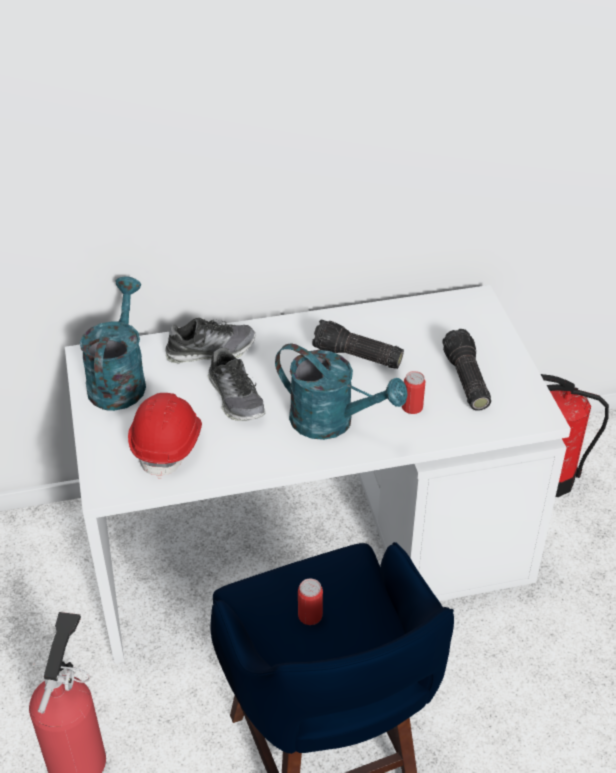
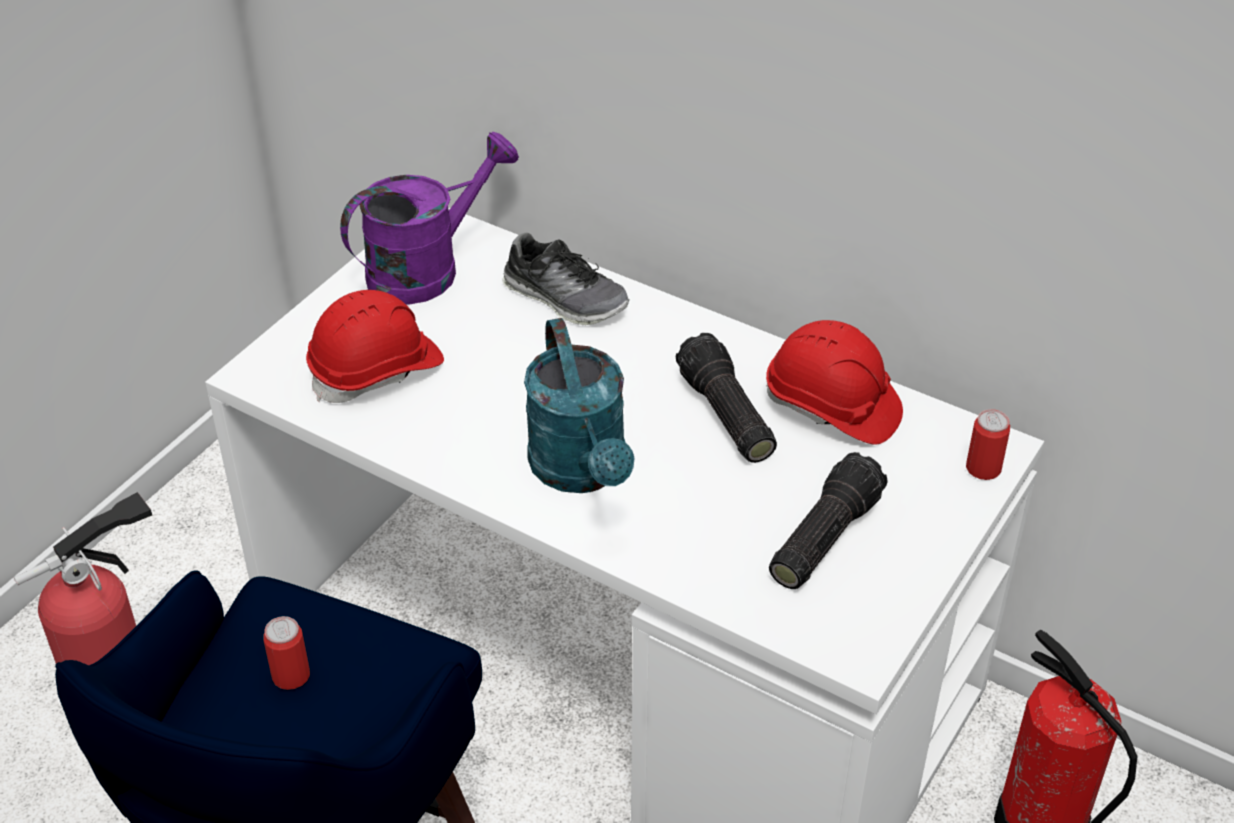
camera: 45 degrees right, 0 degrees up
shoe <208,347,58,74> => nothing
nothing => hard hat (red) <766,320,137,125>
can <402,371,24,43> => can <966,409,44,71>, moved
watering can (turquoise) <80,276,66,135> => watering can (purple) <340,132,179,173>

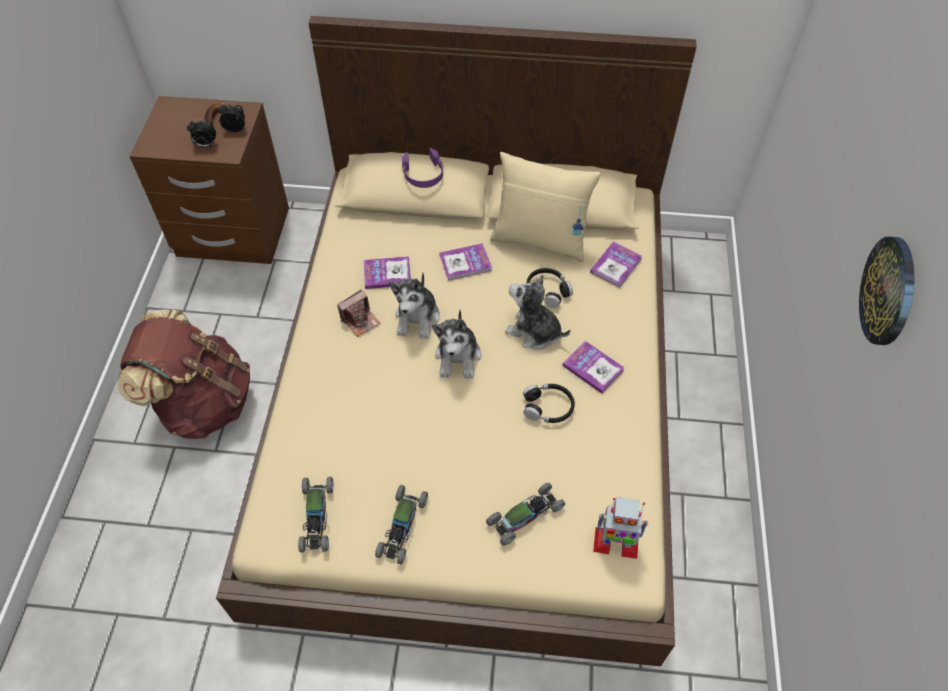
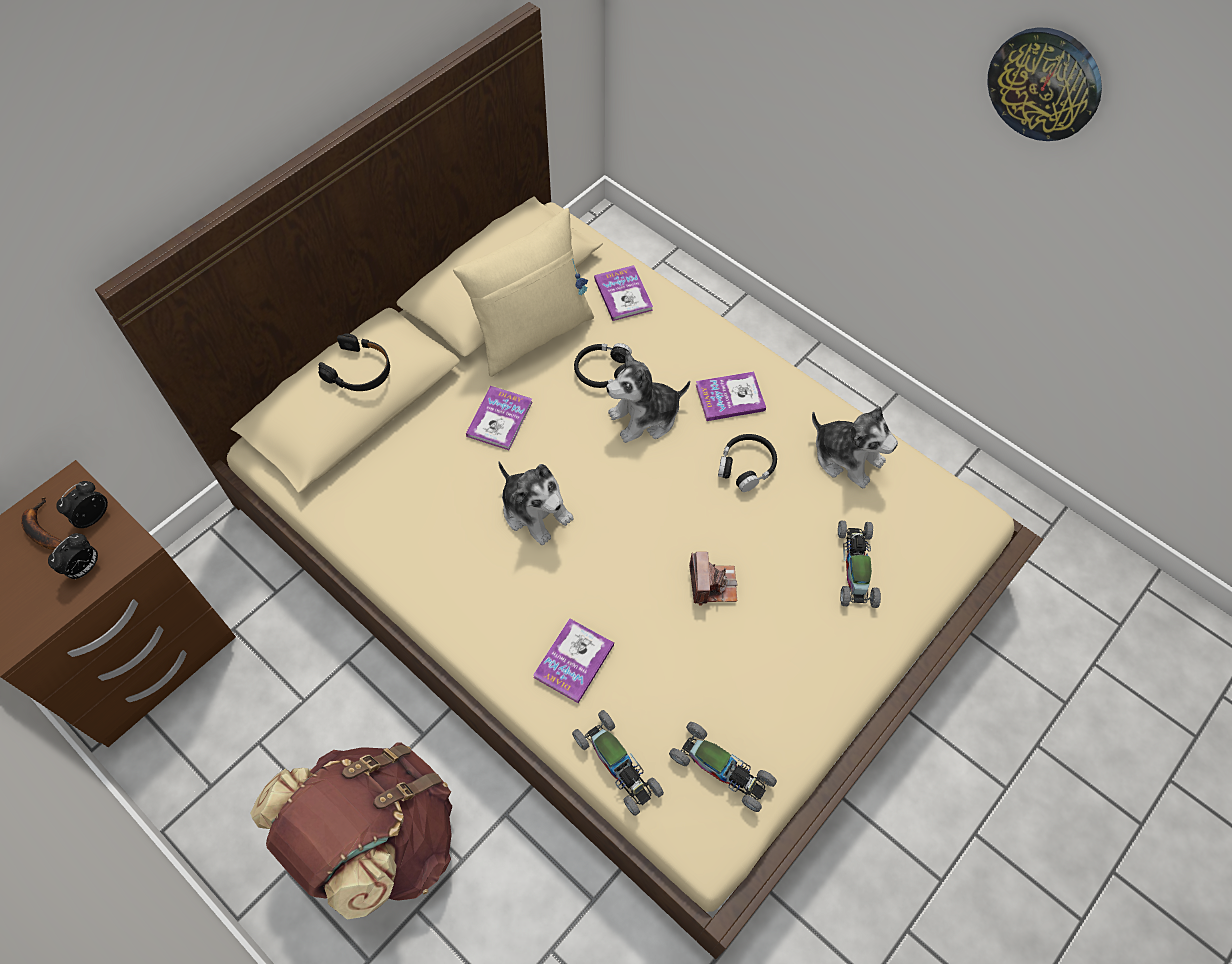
camera: 55 degrees left, 5 degrees up
toy robot <593,497,55,62> => nothing
photo camera <337,290,43,47> => photo camera <689,552,48,54>, moved
book <364,256,47,33> => book <533,618,81,85>, moved
toy car <375,485,53,79> => toy car <572,710,92,106>, moved
plush toy <432,310,49,69> => plush toy <812,407,86,81>, moved
headphones (purple) <402,148,41,40> => headphones (black) <318,333,72,58>

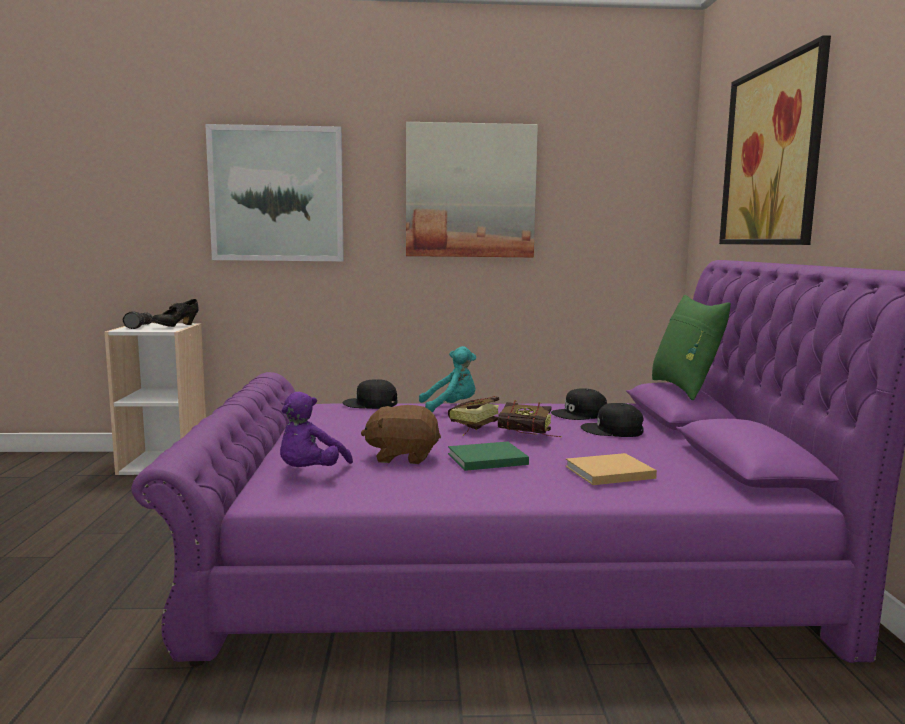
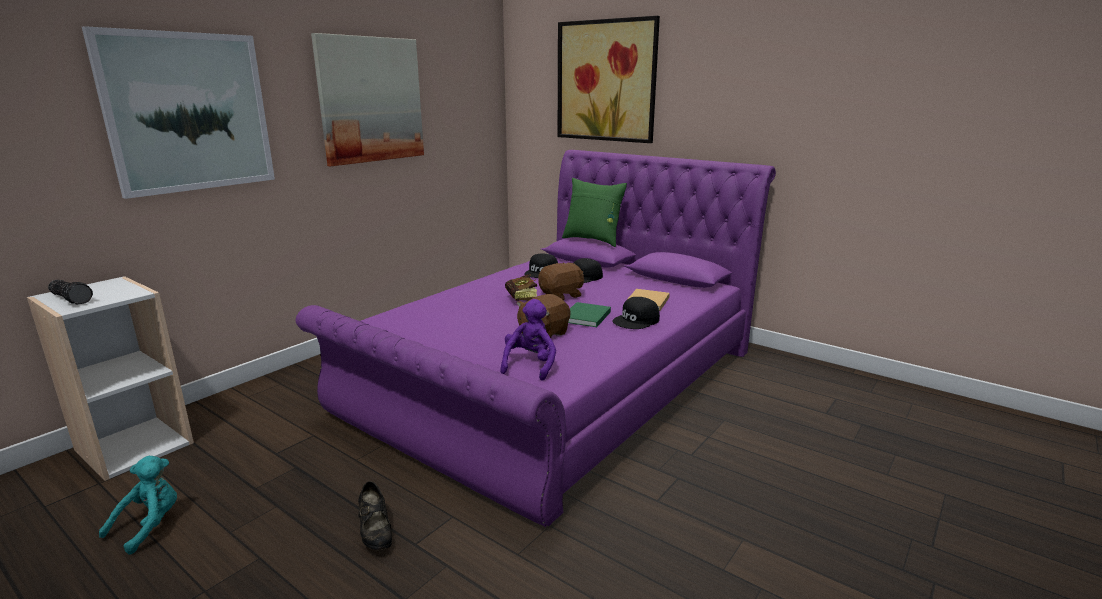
camera: 50 degrees left, 10 degrees up
shoe (black) <151,299,48,28> => shoe (black) <358,481,34,69>, moved
cap (black) <343,379,54,30> => cap (black) <612,297,48,32>, moved
plush toy (turquoise) <419,346,57,66> => plush toy (turquoise) <99,456,78,99>, moved
book <498,400,64,38> => plush toy (brown) <538,263,46,37>
plush toy (purple) <280,392,73,75> => plush toy (purple) <500,299,56,82>, 135 degrees counterclockwise

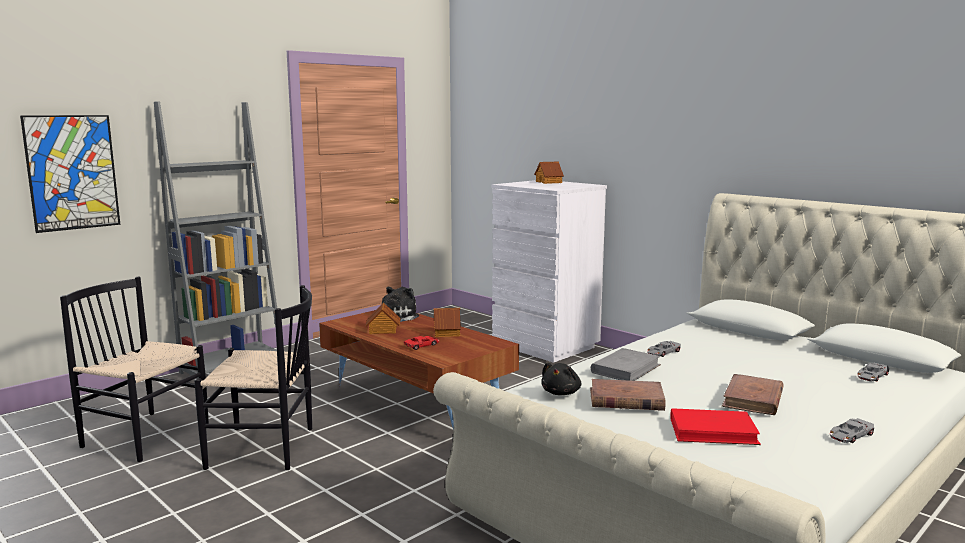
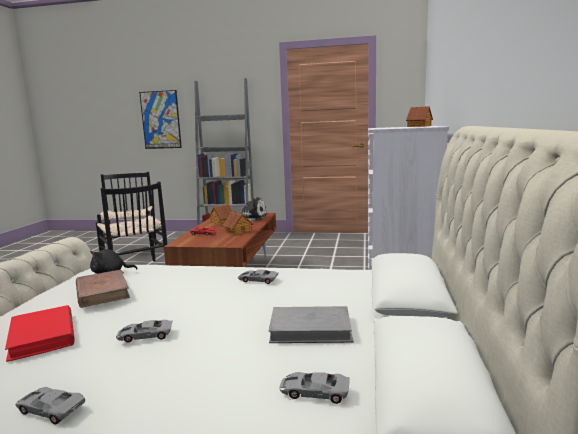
camera: 55 degrees right, 0 degrees up
book (grey) <591,348,70,33> => book (grey) <268,306,86,37>, moved
book (brown) <722,374,62,41> => toy car (grey) <116,320,57,22>

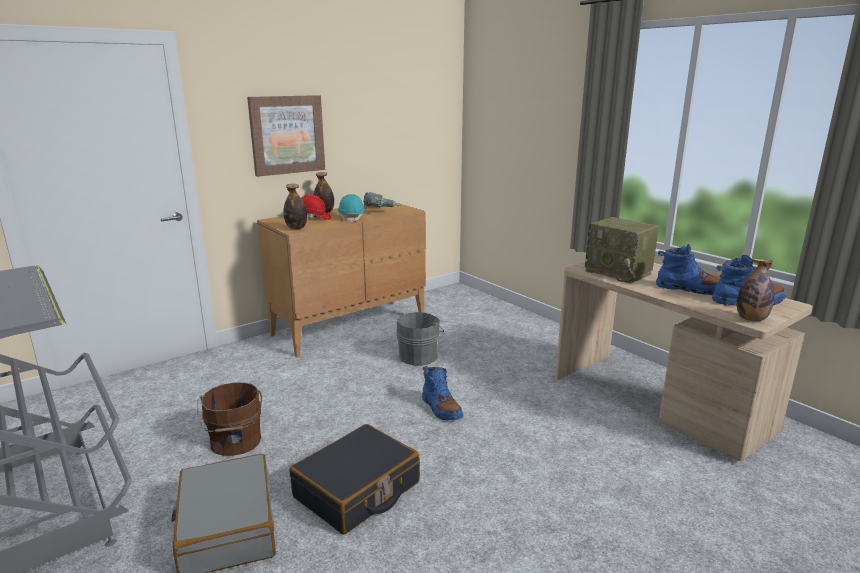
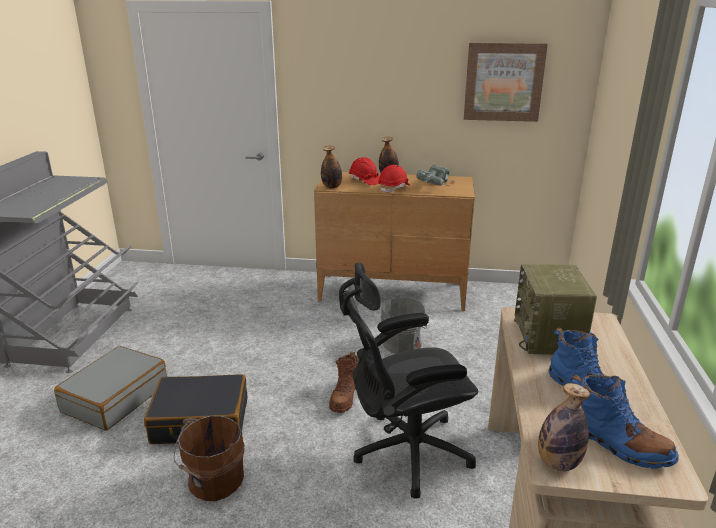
camera: 45 degrees right, 5 degrees up
nothing => office chair <339,262,139,237>
bucket (brown) <197,382,65,74> => bucket (brown) <173,416,72,85>, moved
picture <247,95,78,82> => picture <464,42,84,80>, moved
hard hat (turquoise) <338,194,27,28> => hard hat (red) <378,165,33,28>
boot (blue) <422,366,41,55> => boot (brown) <329,352,30,61>

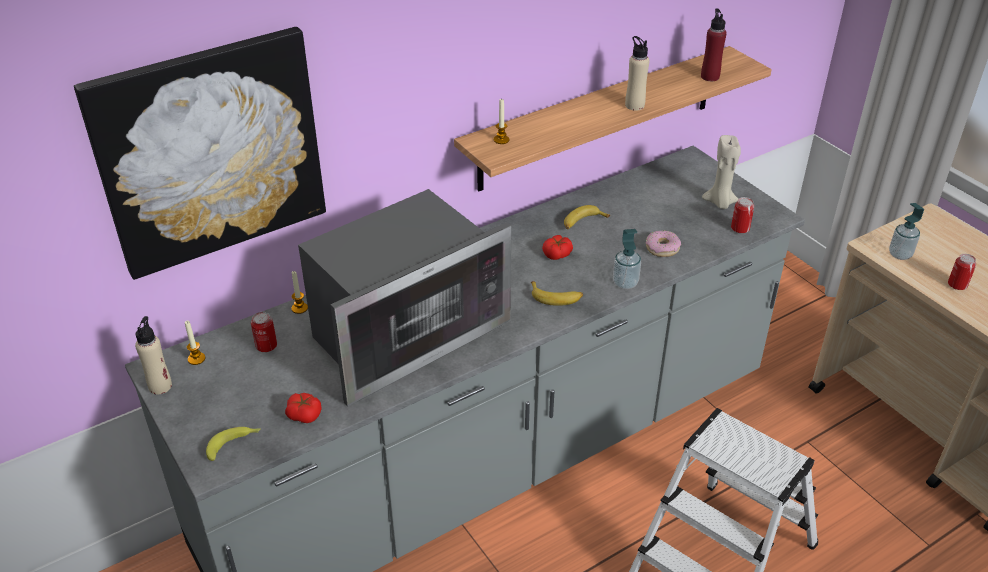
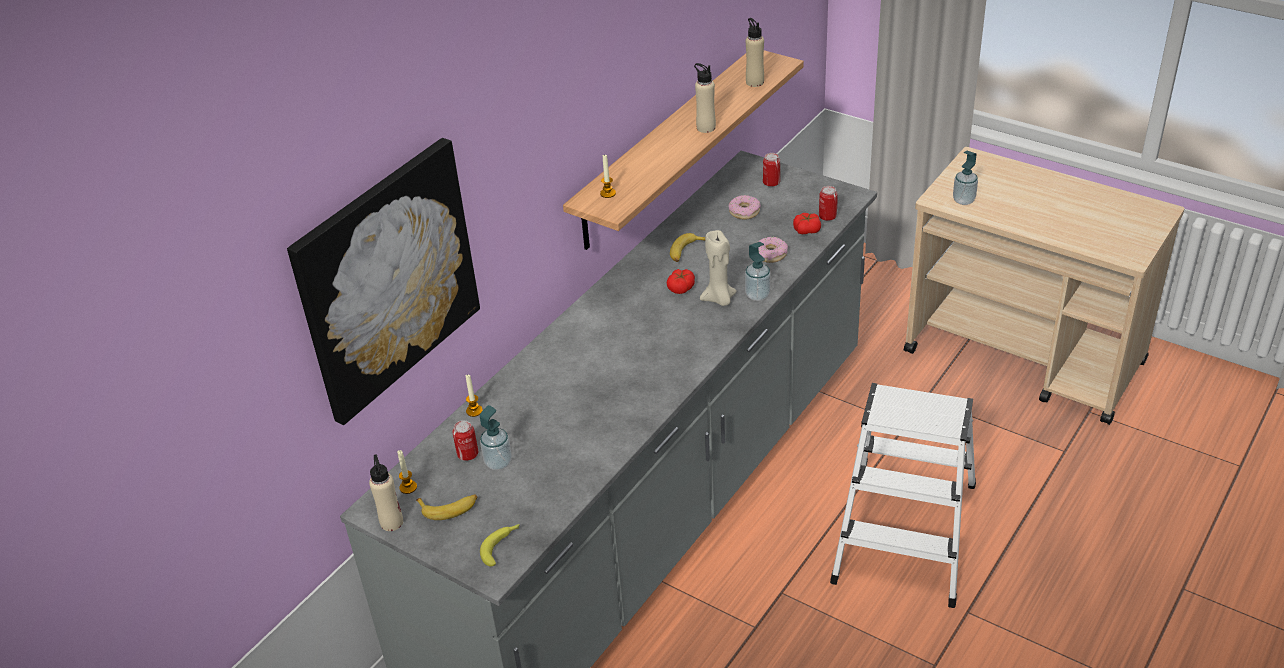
camera: 20 degrees left, 0 degrees up
microwave <298,189,214,218> => nothing
nothing => soap dispenser <480,405,32,65>
nothing => donut <729,195,32,25>
tomato <285,393,36,30> => tomato <793,213,28,21>, moved
banana <531,281,52,25> => banana <416,494,61,26>, moved
candle (beige) <702,135,39,74> => candle (beige) <700,230,37,76>, moved
can <948,254,28,36> => can <763,153,17,34>, moved
bottle (red) <701,8,26,73> => bottle (beige) <746,18,18,69>

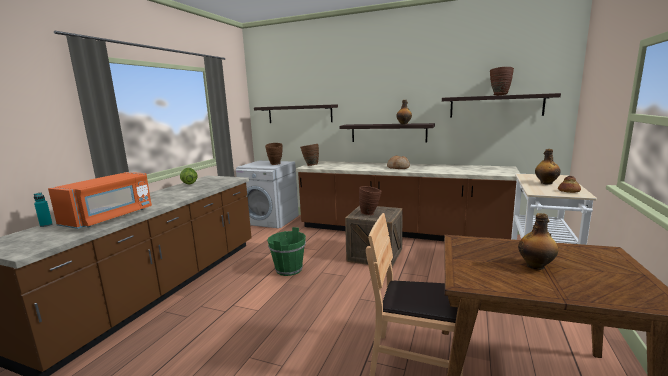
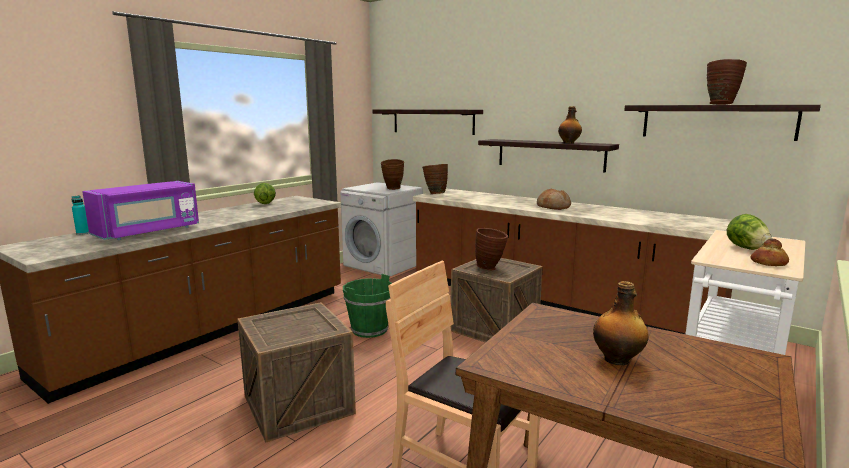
camera: 15 degrees right, 0 degrees up
nothing => crate <237,302,119,141>
bottle <535,149,26,36> => lettuce <727,214,45,36>
microwave (orange) <48,172,104,57> => microwave (purple) <82,181,117,59>

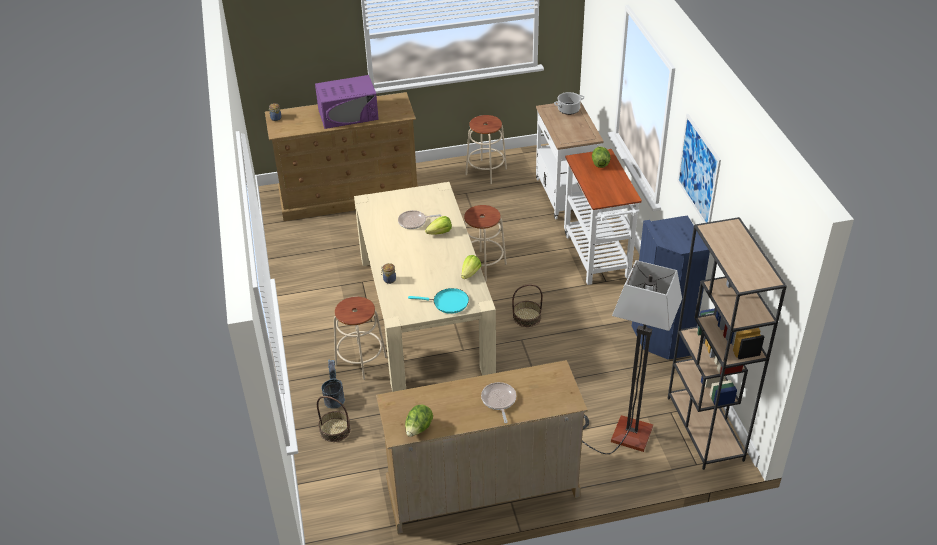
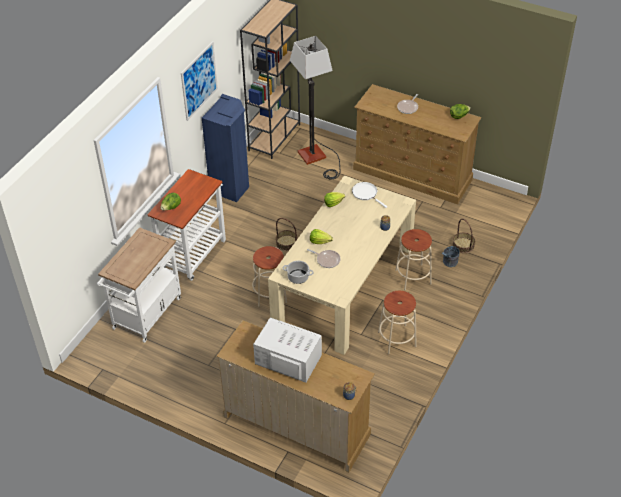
camera: 140 degrees left, 5 degrees up
stool (beige) <465,115,42,69> => stool (beige) <378,291,39,63>, moved
cooking pot <554,92,31,23> => cooking pot <283,261,31,23>, moved
microwave (purple) <315,75,64,54> => microwave (white) <253,318,69,65>
frying pan (turquoise) <408,288,61,26> => frying pan (white) <352,182,35,26>

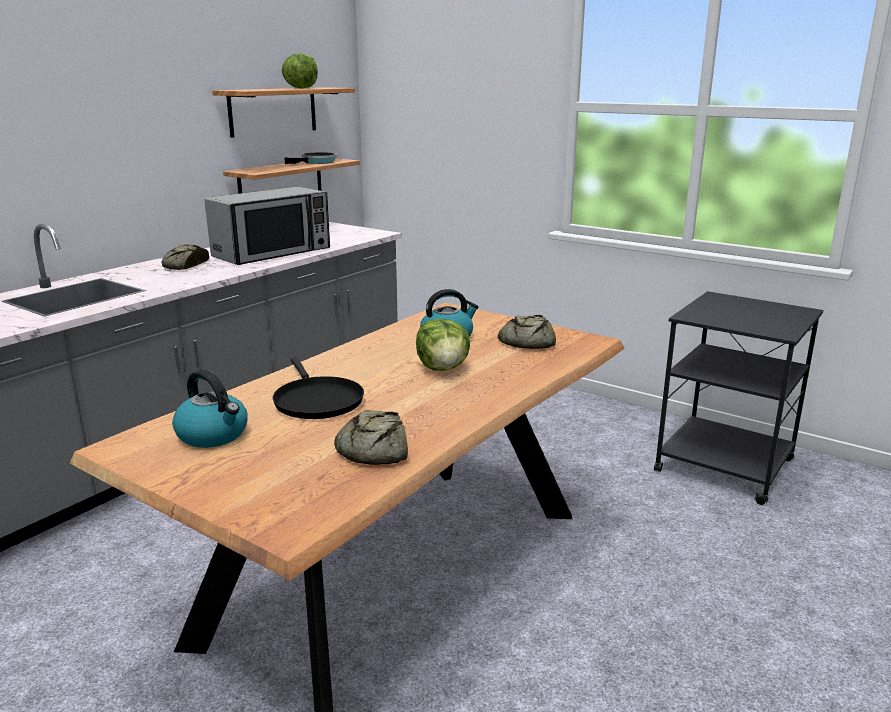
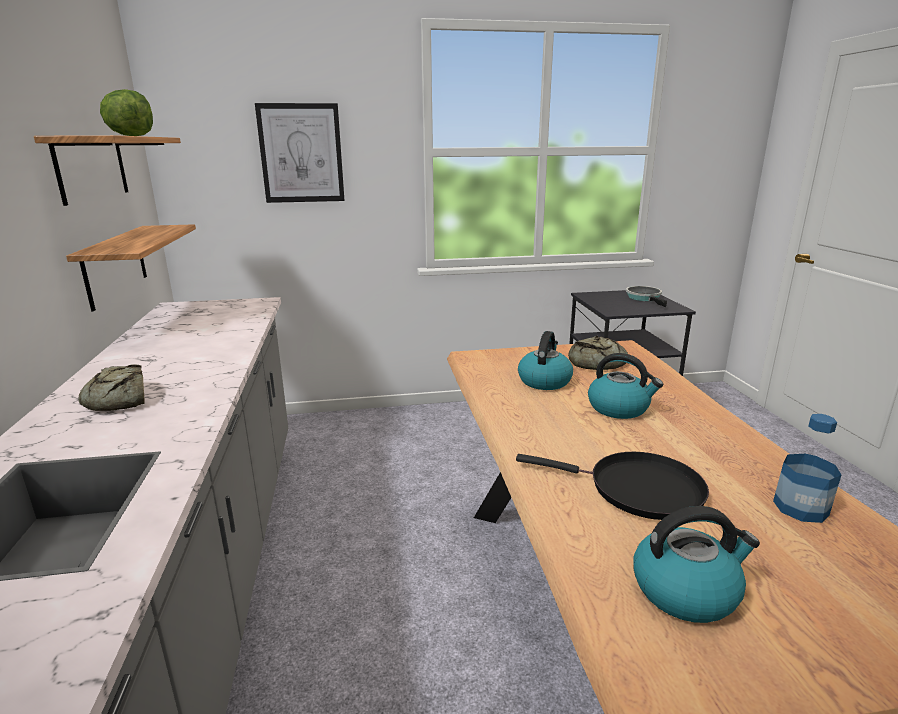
camera: 45 degrees left, 0 degrees up
microwave <205,187,125,78> => nothing
nothing => picture <255,103,90,100>
frying pan <285,152,52,12> => frying pan <626,286,41,21>, moved
bread <334,410,74,55> => bottle <773,414,68,109>
lettuce <416,319,54,52> => kettle <588,353,75,66>

